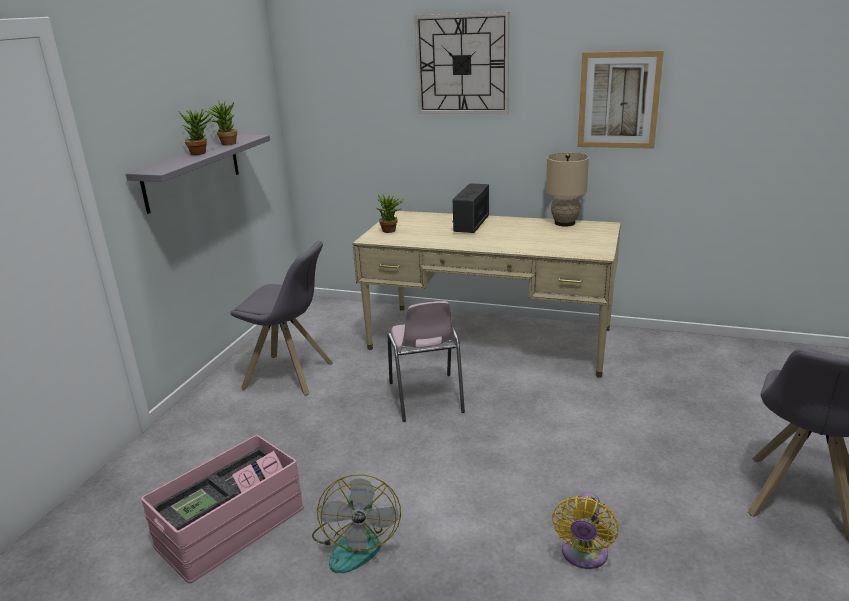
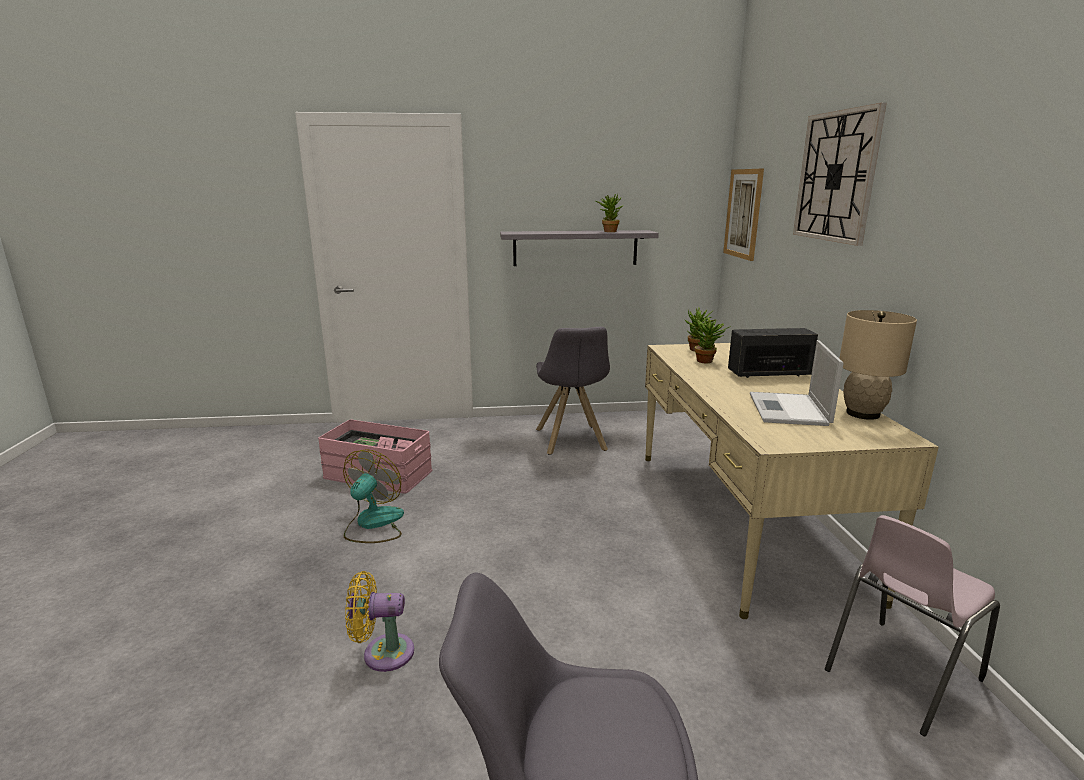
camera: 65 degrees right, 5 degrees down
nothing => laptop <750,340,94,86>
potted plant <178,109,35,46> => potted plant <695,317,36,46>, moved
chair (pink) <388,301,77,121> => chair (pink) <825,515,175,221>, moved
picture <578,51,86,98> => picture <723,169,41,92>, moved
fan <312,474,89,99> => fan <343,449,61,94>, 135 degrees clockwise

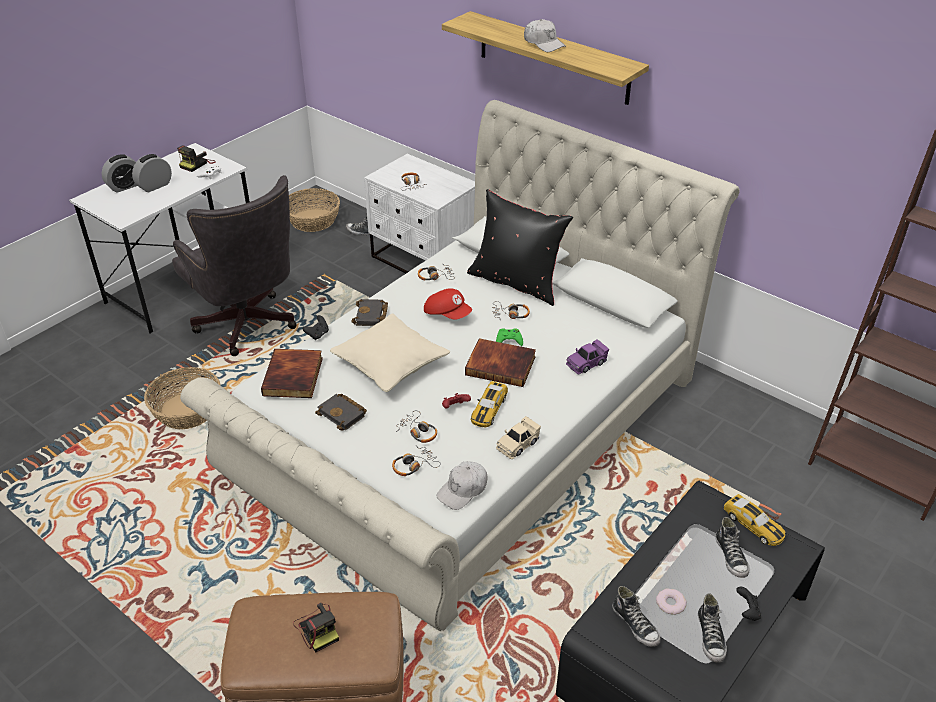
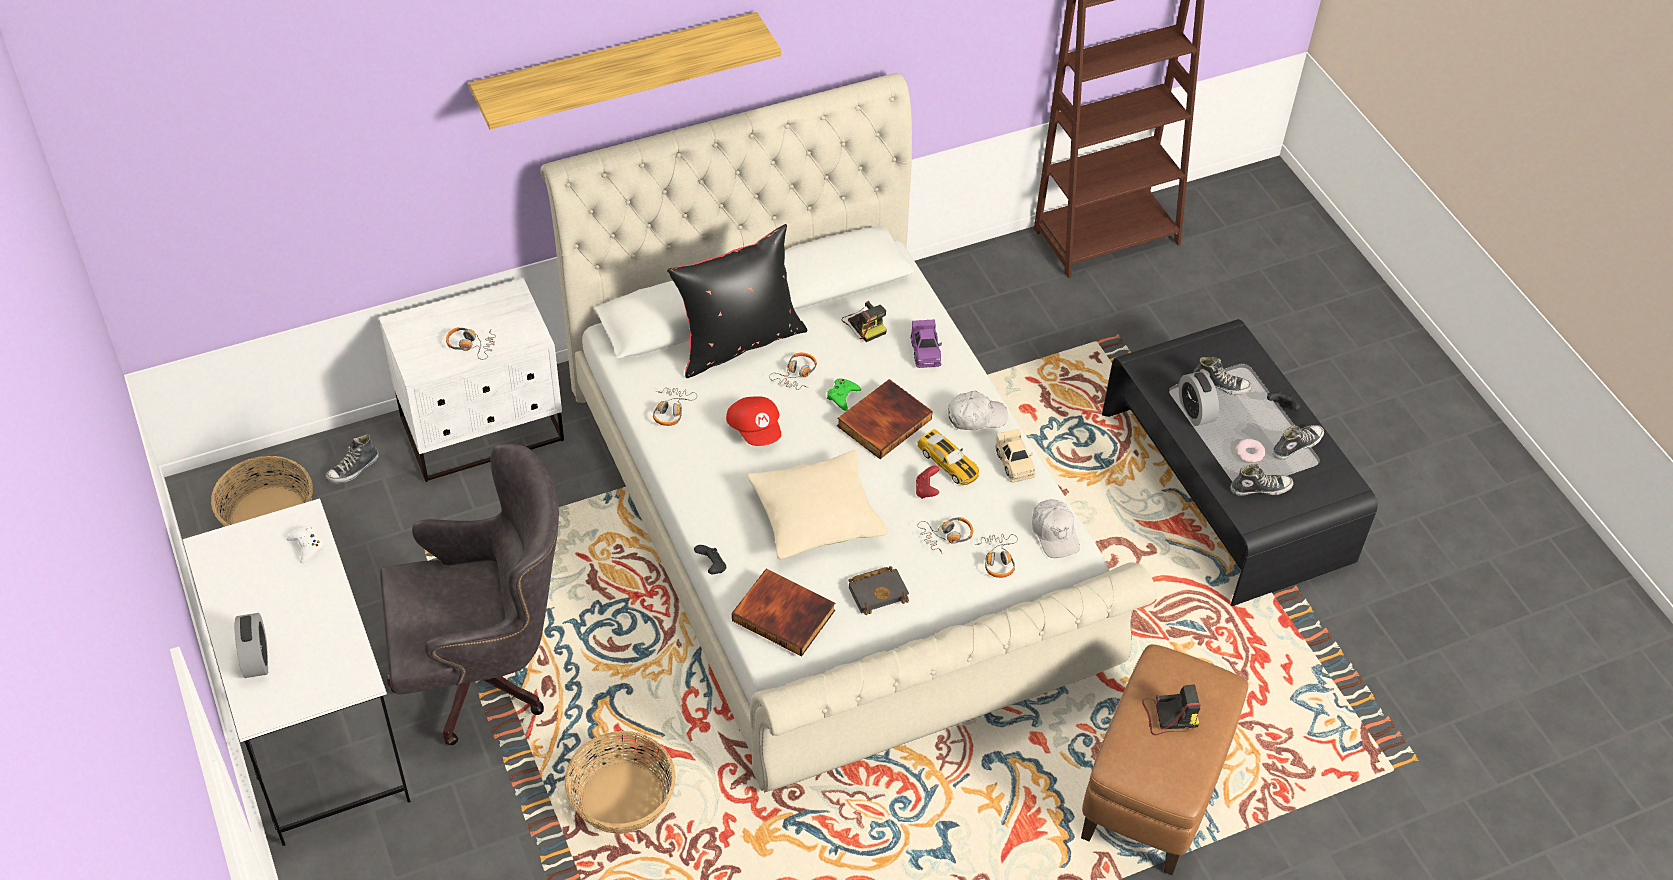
camera: 65 degrees left, 10 degrees up
book (black) <351,299,37,27> => nothing
toy car <724,494,62,52> => nothing
alarm clock <132,154,40,39> => alarm clock <1179,371,40,55>, moved
photo camera <177,146,39,26> => photo camera <841,301,46,41>, moved
cap (white) <524,19,42,33> => cap (white) <948,391,60,39>, moved
cap (red) <424,288,48,32> => cap (red) <726,396,55,50>, 90 degrees clockwise
shoe <698,593,29,70> => shoe <1273,425,51,35>, 60 degrees counterclockwise

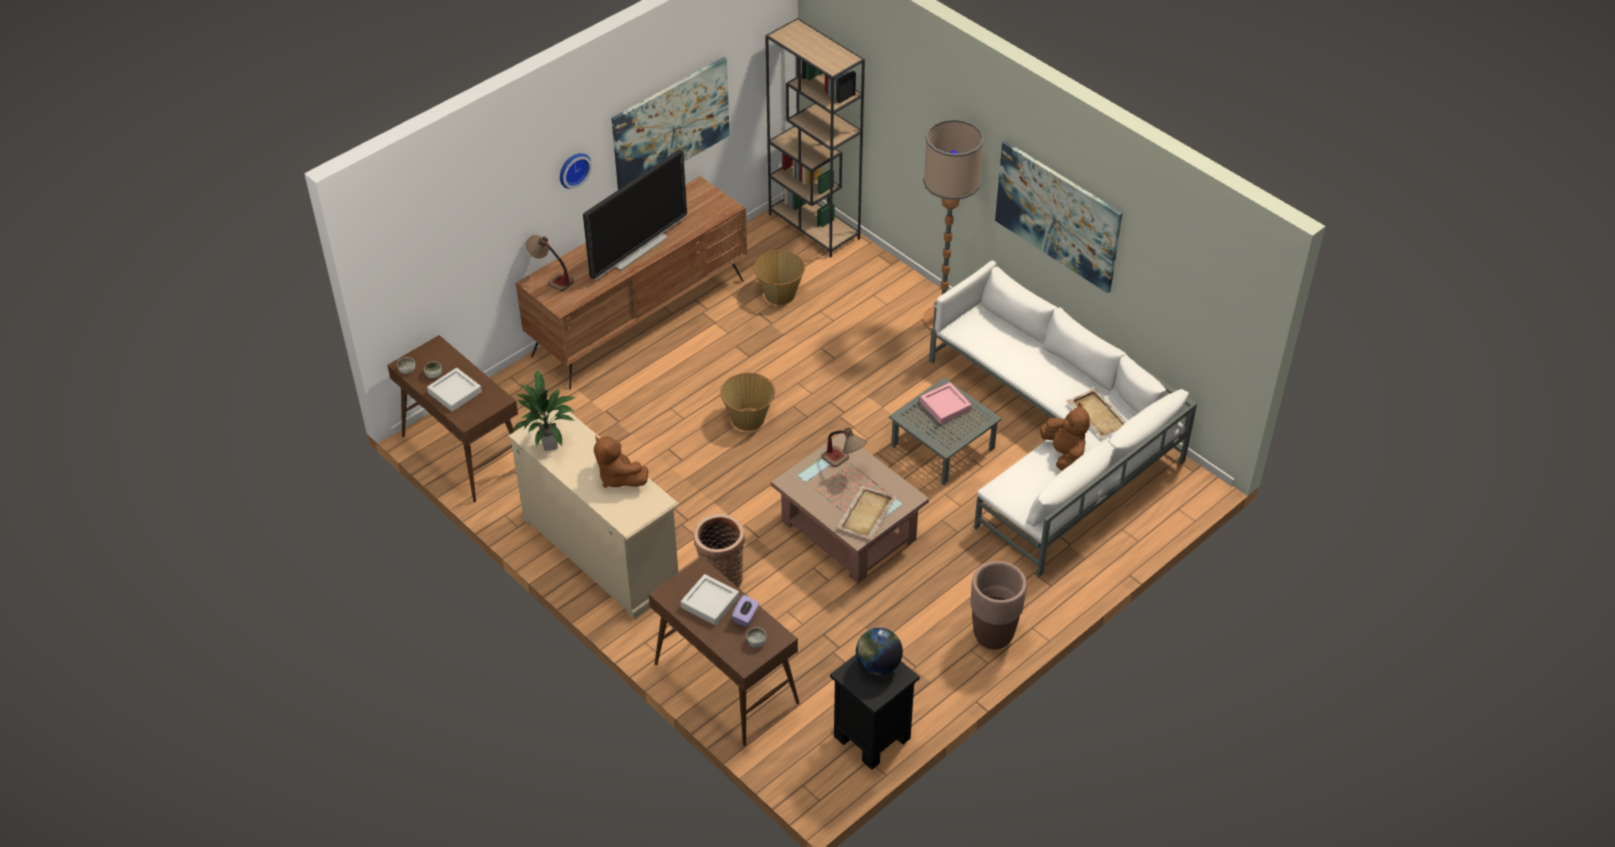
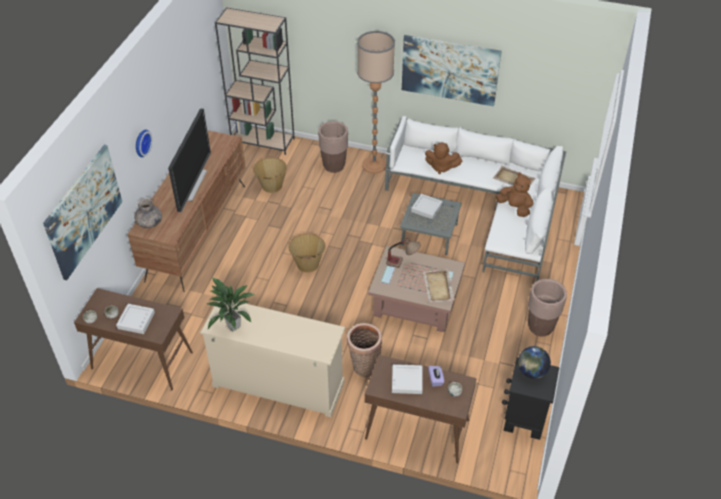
camera: 30 degrees left, 0 degrees up
nothing => planter (brown) <318,121,30,52>
plush toy (brown) <594,436,54,52> => plush toy (brown) <425,143,37,31>, moved
picture <611,57,119,133> => picture <43,145,79,135>, moved
table lamp <526,235,48,56> => vase (grey) <134,198,28,30>
tray (pink) <920,383,51,41> => tray (grey) <411,194,32,25>

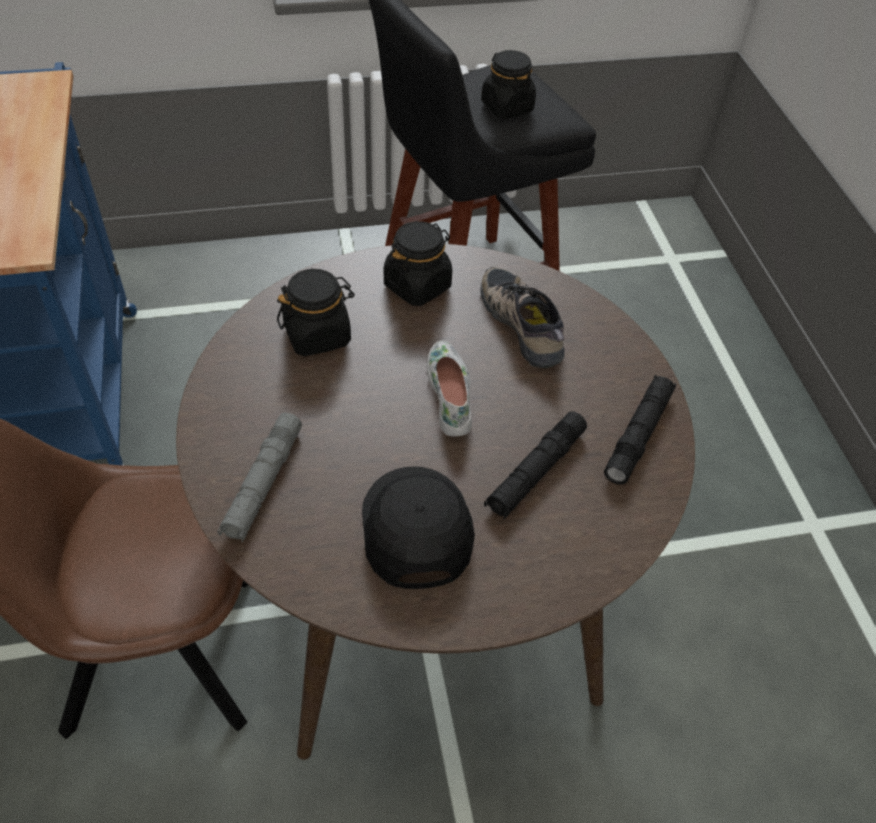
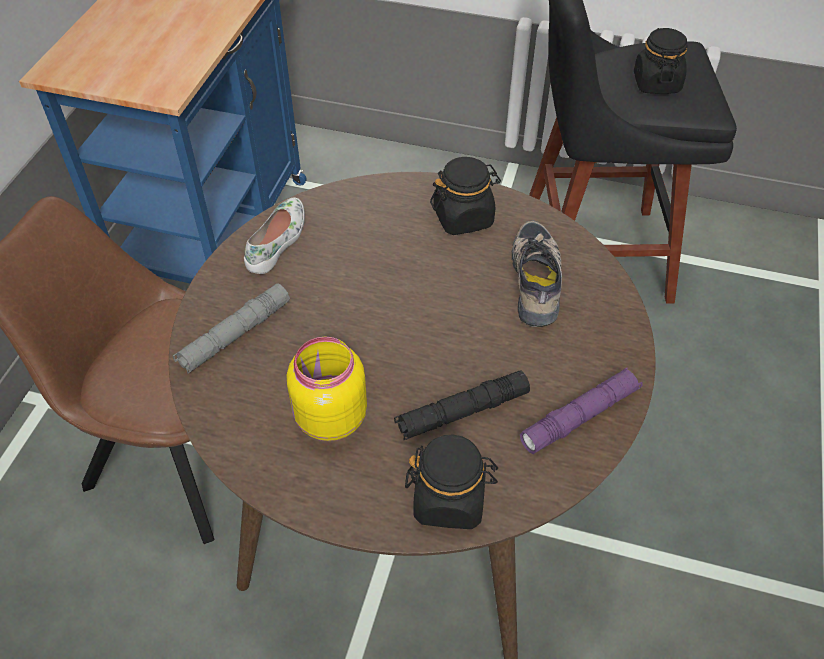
camera: 30 degrees right, 0 degrees up
jar (black) <277,269,78,87> => jar (black) <405,435,93,94>, moved
shoe (white) <427,340,45,96> => shoe (white) <244,198,61,76>, moved
cap (black) <362,466,113,123> => jar (yellow) <287,337,80,104>
flashlight (black) <604,375,72,110> => flashlight (purple) <520,368,122,86>

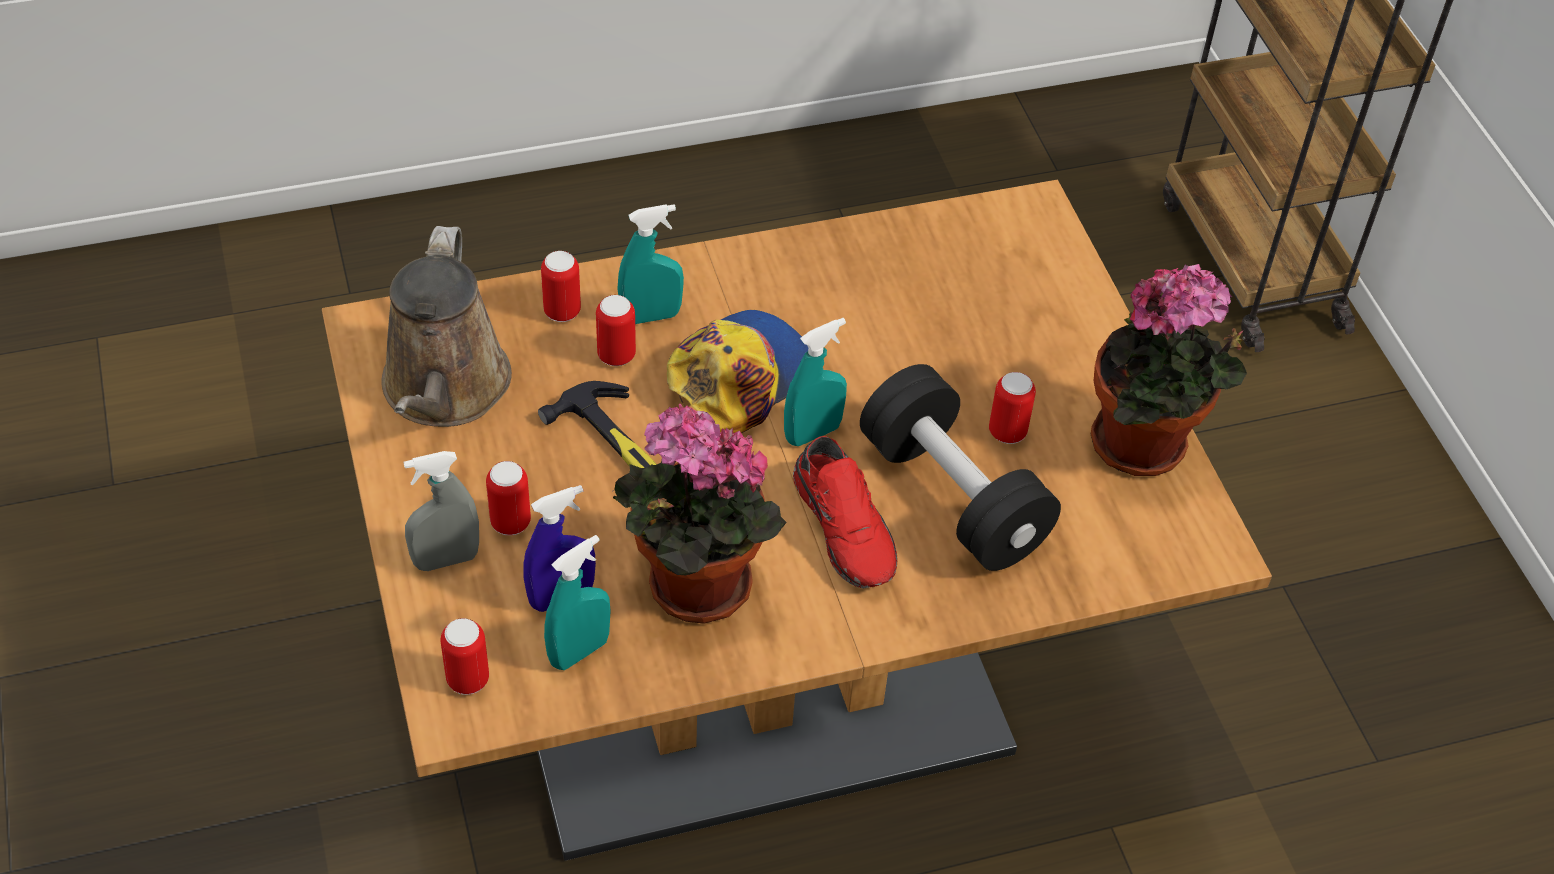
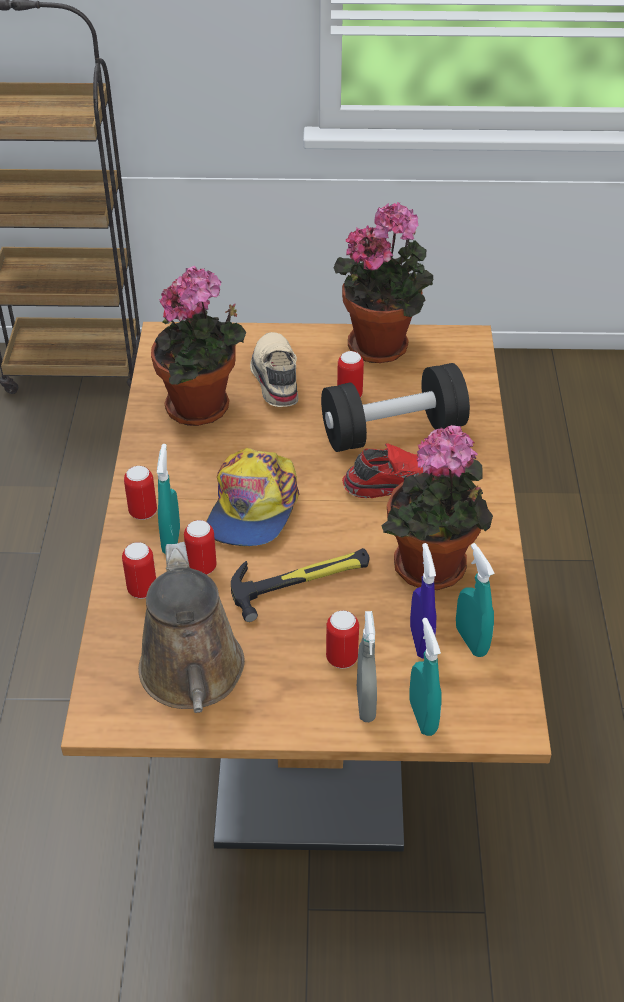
camera: 70 degrees left, 5 degrees down
nothing => potted plant <151,266,95,160>
nothing => shoe (beige) <250,332,49,75>
can <441,618,48,77> => can <124,466,33,54>, moved
spray bottle (turquoise) <784,318,63,128> => spray bottle (turquoise) <409,618,32,118>, moved
watering can (brown) <381,226,131,201> => watering can (brown) <138,542,107,171>, 60 degrees clockwise
cap <667,310,141,123> => cap <206,448,93,98>, 135 degrees counterclockwise

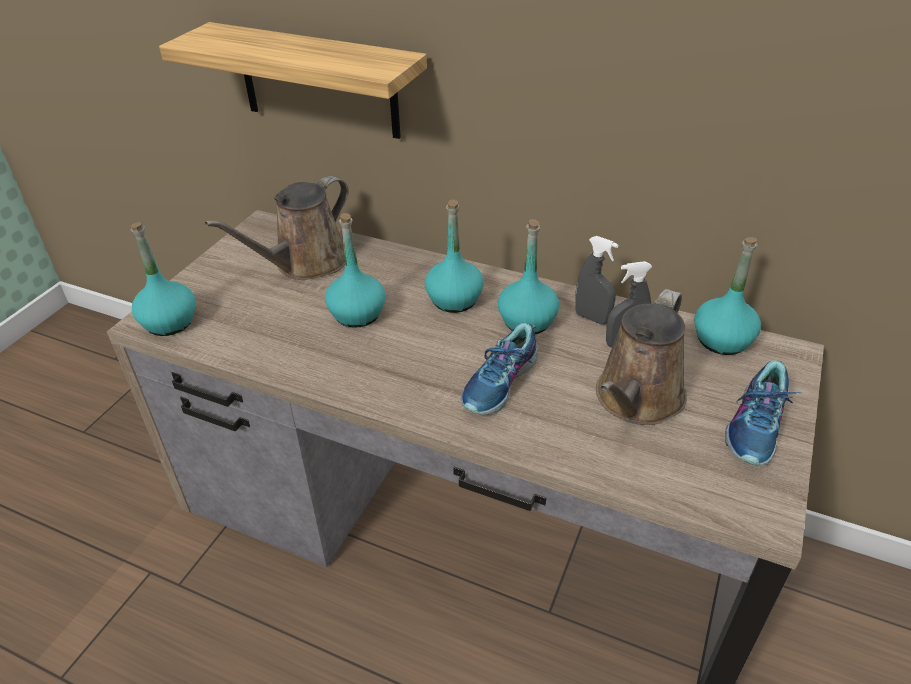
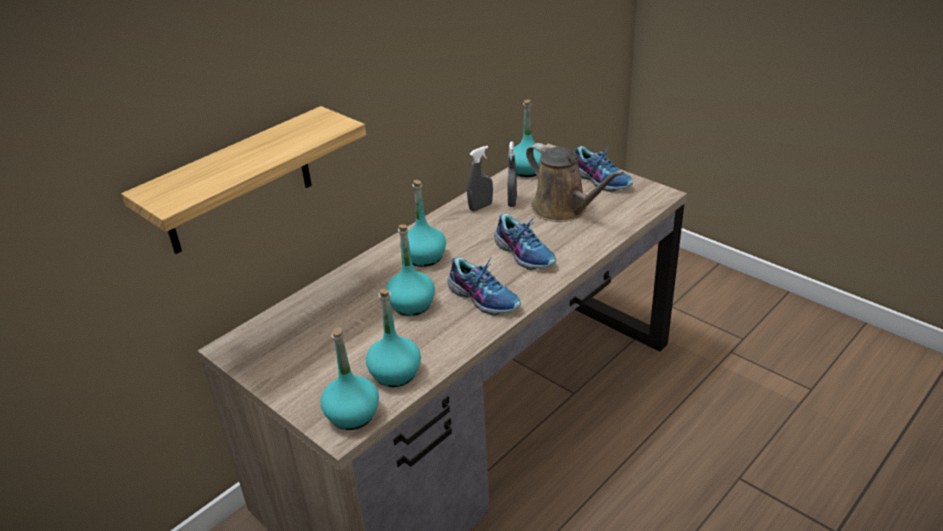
camera: 70 degrees left, 5 degrees down
watering can (brown) <205,176,144,104> => nothing
nothing => shoe <447,257,74,58>
bottle (turquoise) <498,219,61,115> => bottle (turquoise) <366,289,55,98>, moved

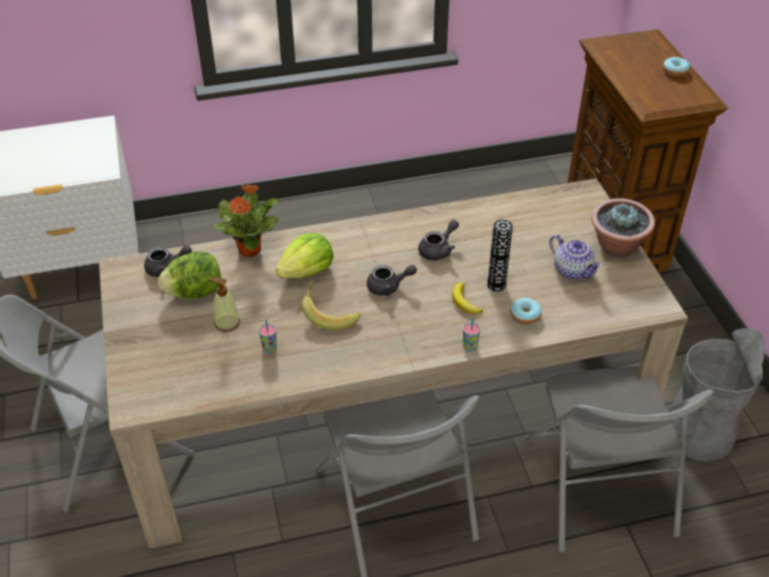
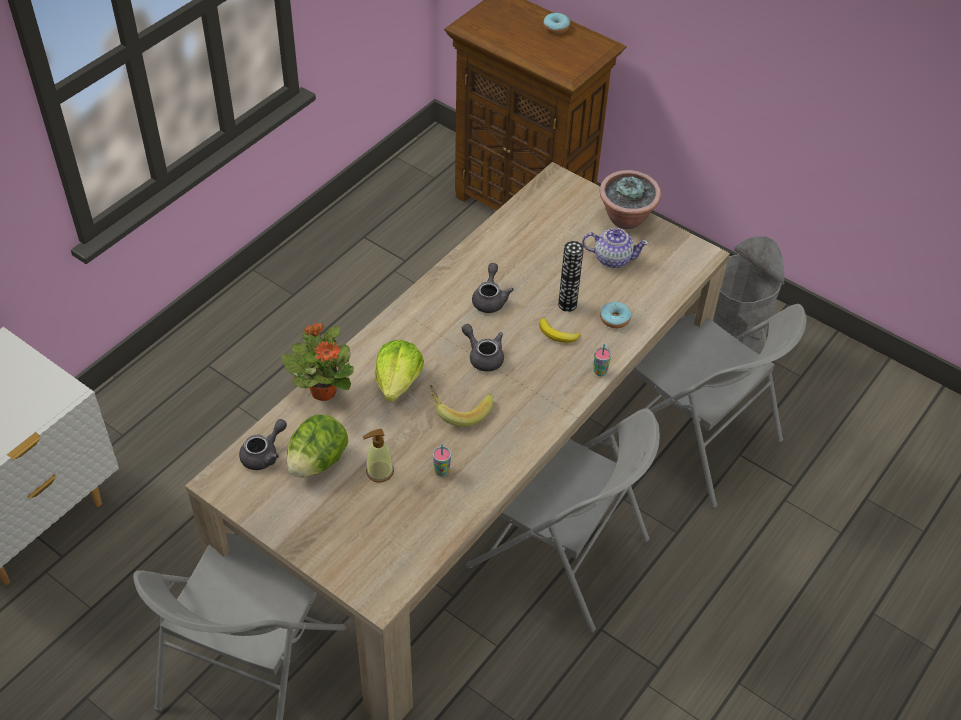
camera: 40 degrees left, 5 degrees up
teapot (grey) <367,265,50,31> => teapot (grey) <462,324,42,48>, 90 degrees counterclockwise

